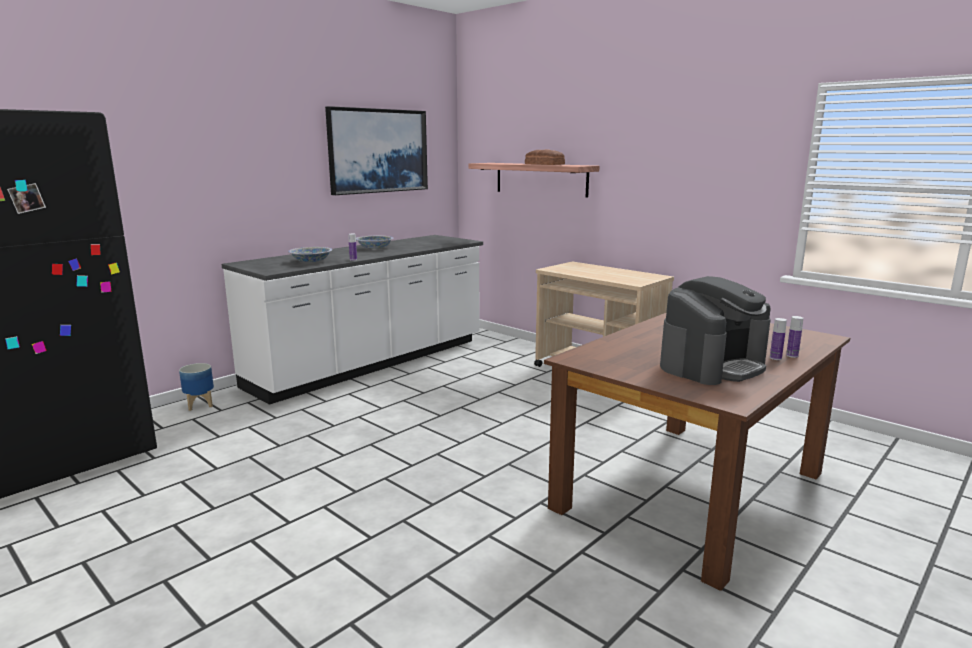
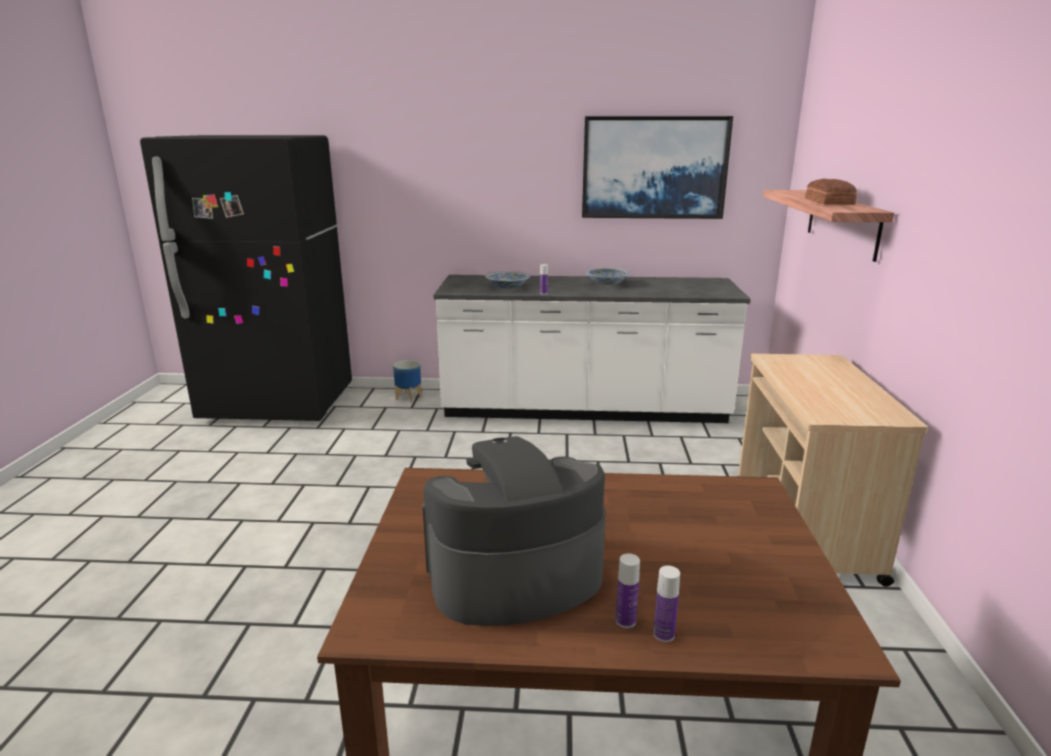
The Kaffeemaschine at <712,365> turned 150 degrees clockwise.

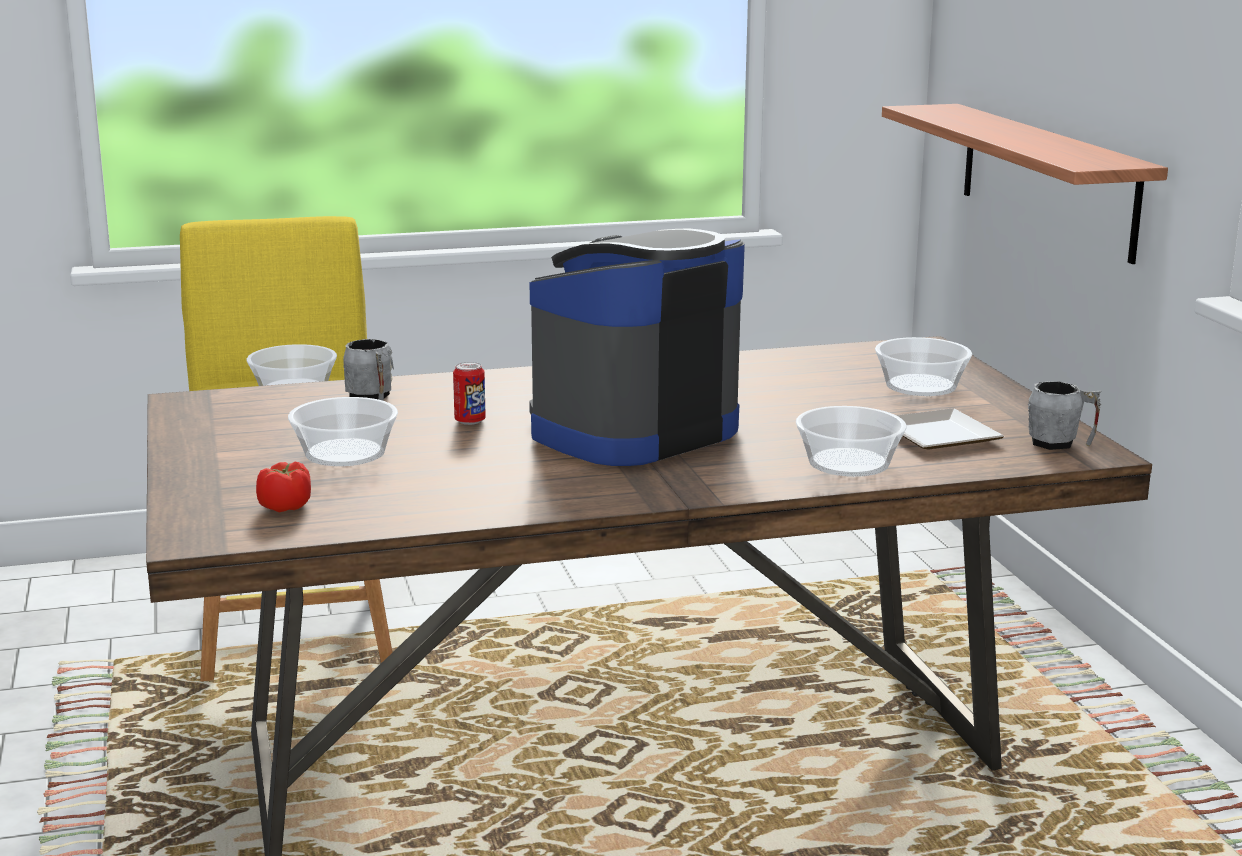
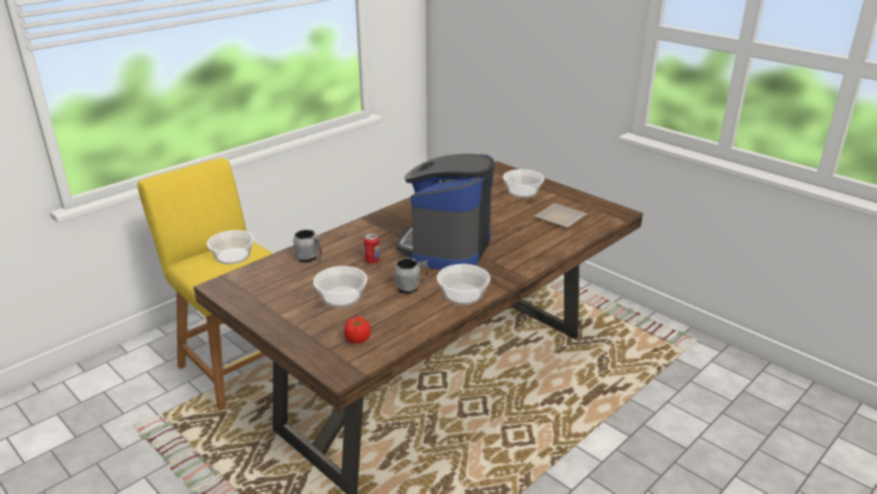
The Schüssel moved from <849,463> to <463,295>. The Wandregal at <1047,179> disappeared. The Henkelbecher [grau] moved from <1060,443> to <411,287>.

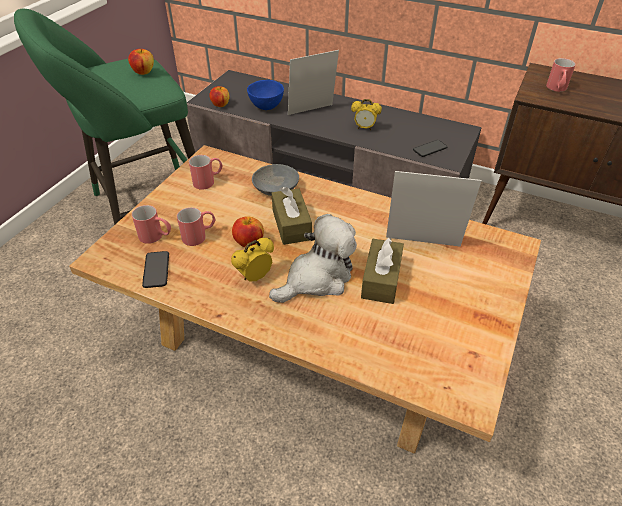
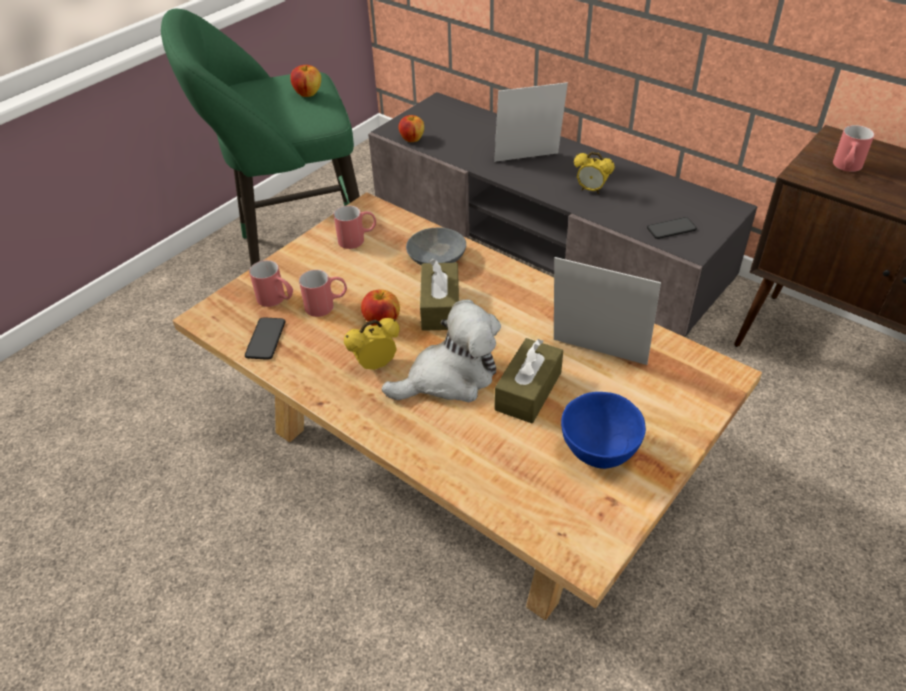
The Schüssel [blau] moved from <266,106> to <599,450>.

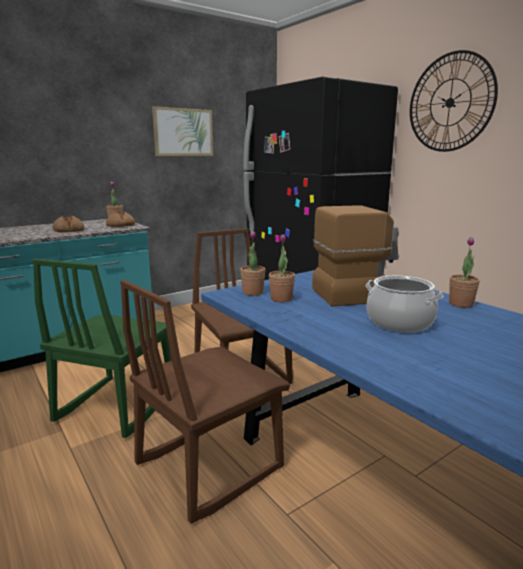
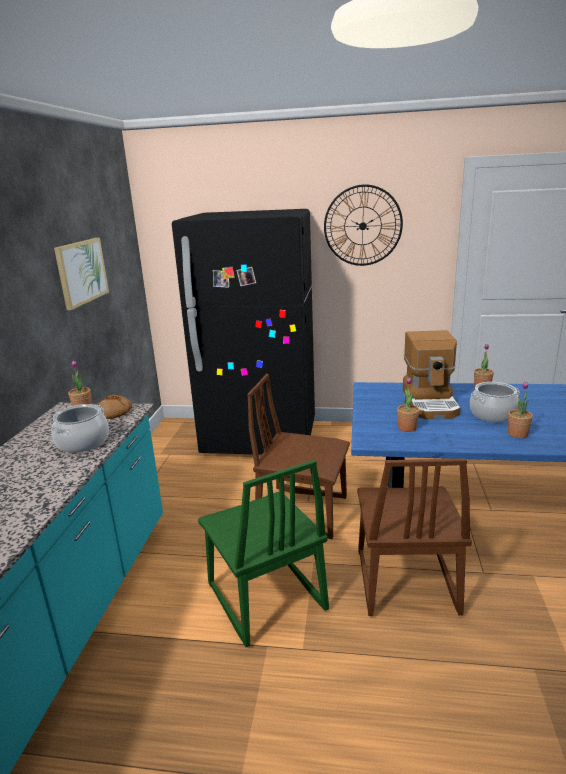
The Brot at <69,230> was replaced by the Kochtopf at <83,442>. The Topfpflanze moved from <253,292> to <517,434>. The Kaffeemaschine at <363,294> turned 150 degrees clockwise.

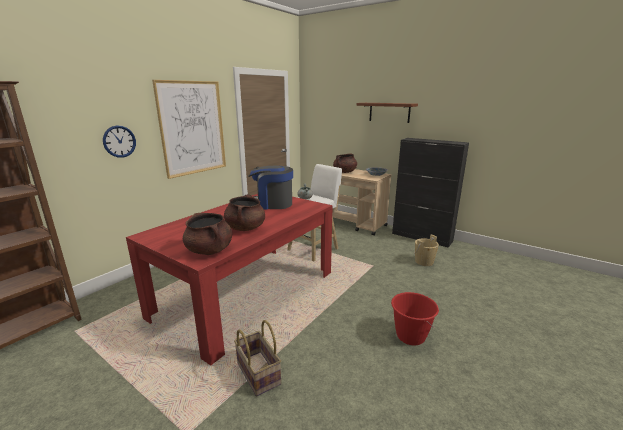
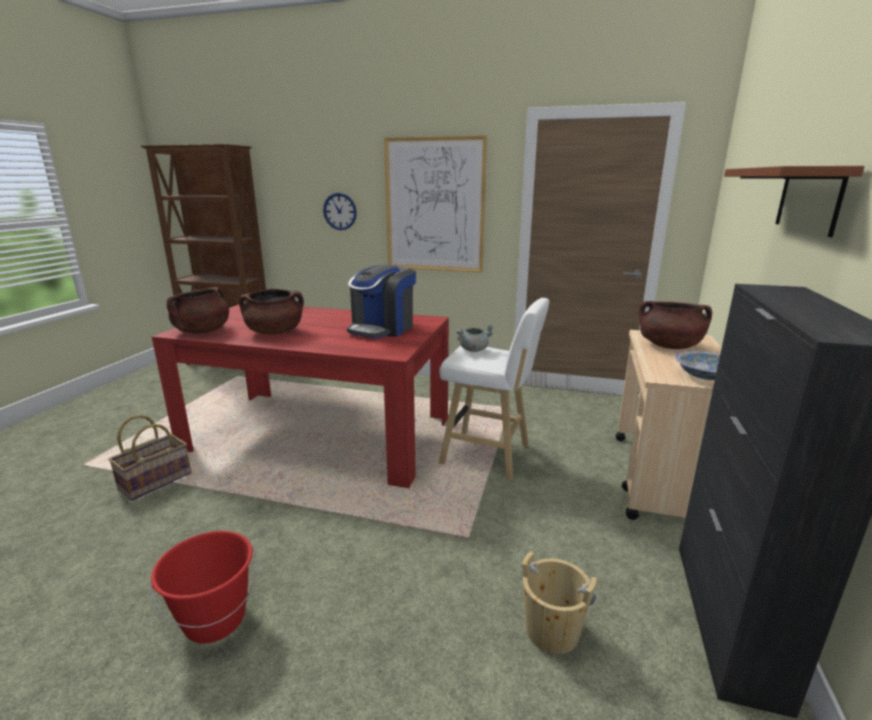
The Kaffeemaschine at <272,204> turned 135 degrees counterclockwise.

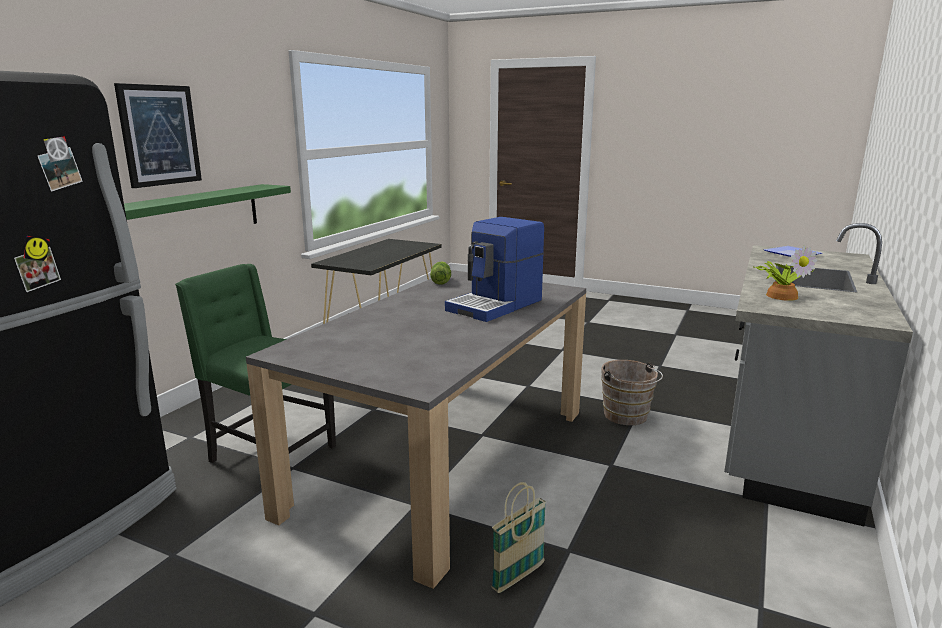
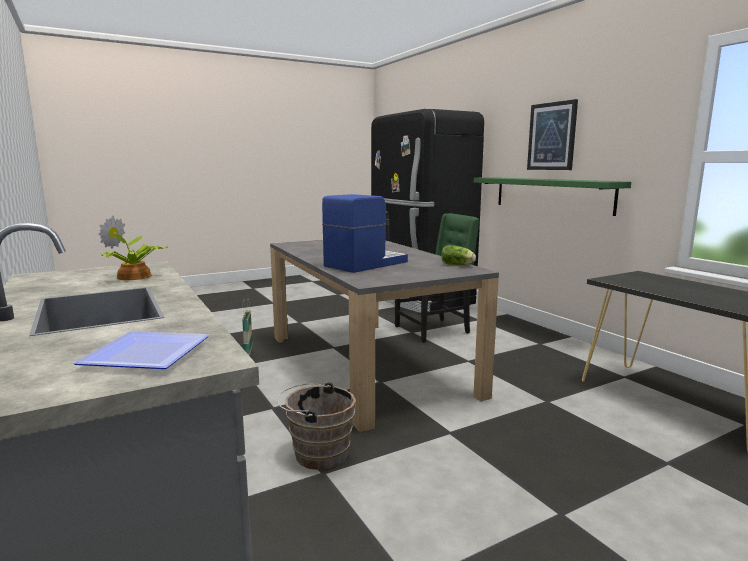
The Kaffeemaschine at <496,305> turned 60 degrees clockwise.

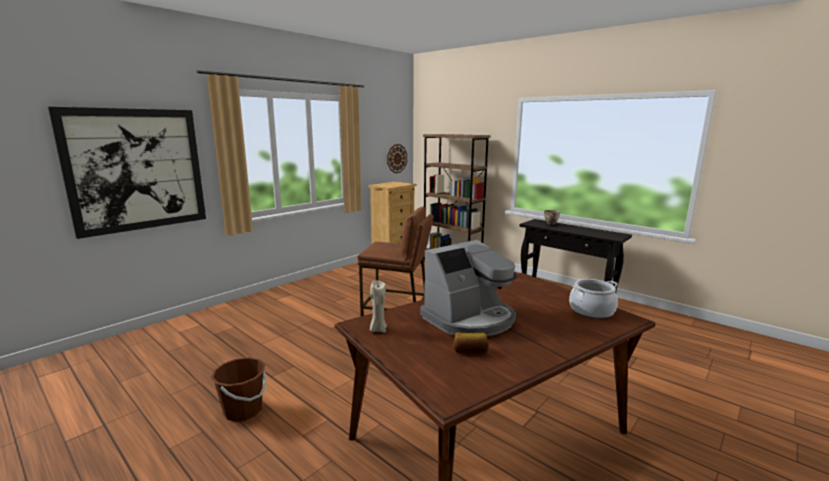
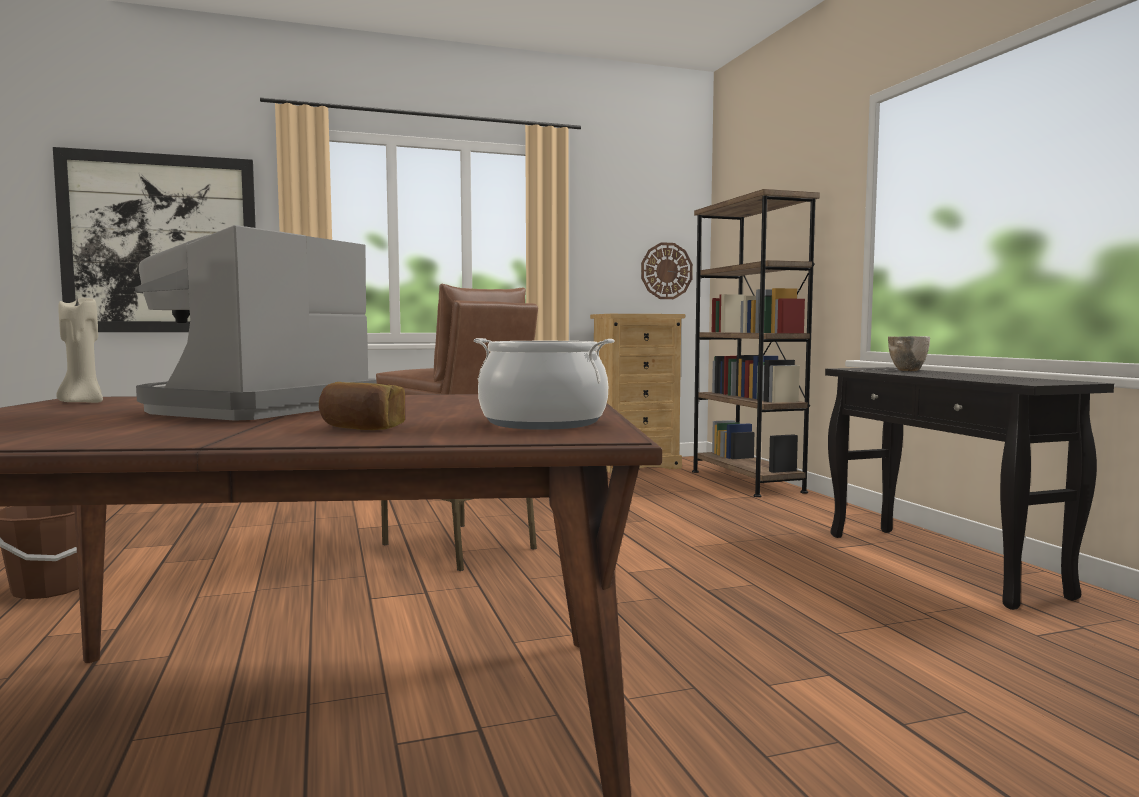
The Kaffeemaschine at <470,319> turned 120 degrees clockwise. The Brot moved from <470,351> to <360,428>.

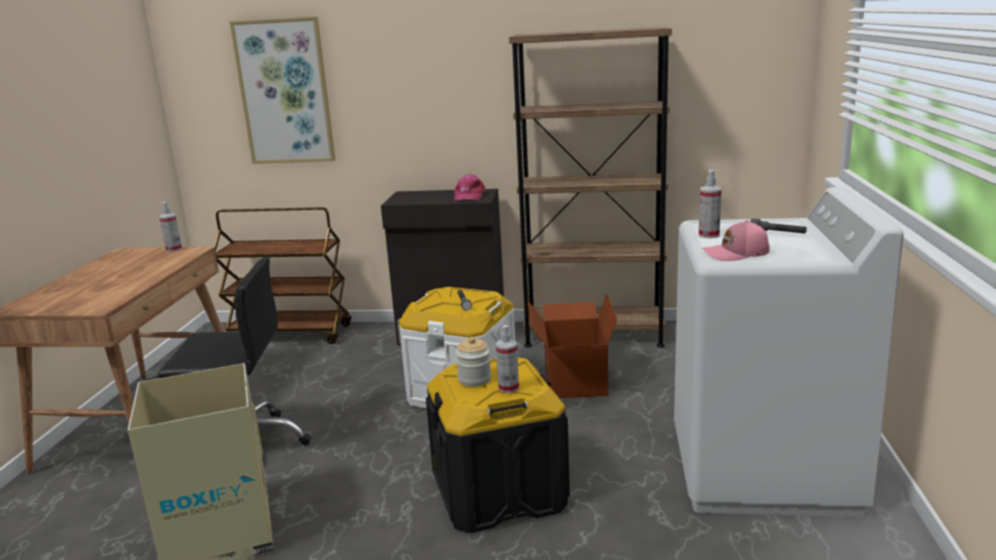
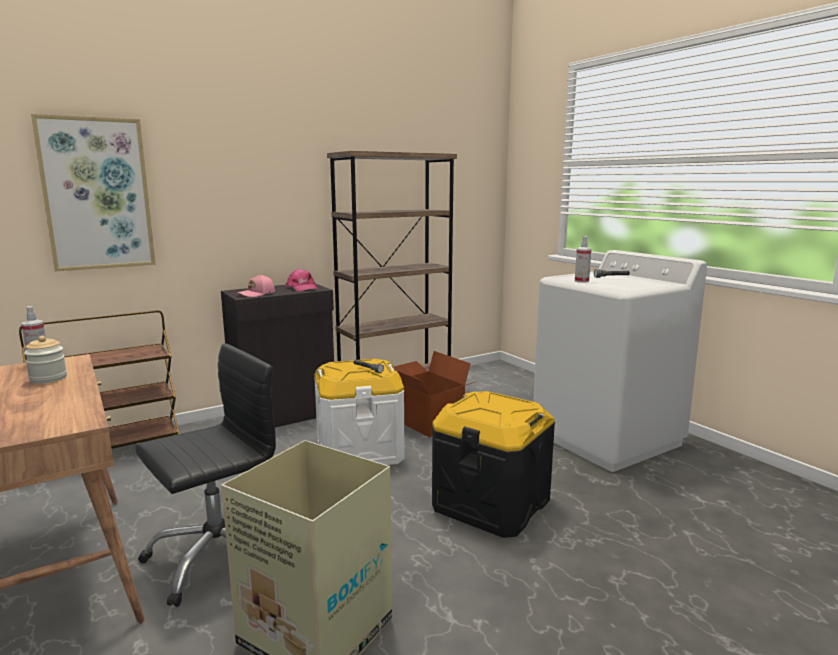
The Vorratsglas moved from <474,379> to <48,378>. The Sprühflasche at <508,388> disappeared. The Kappe [rosa] moved from <736,254> to <257,294>.

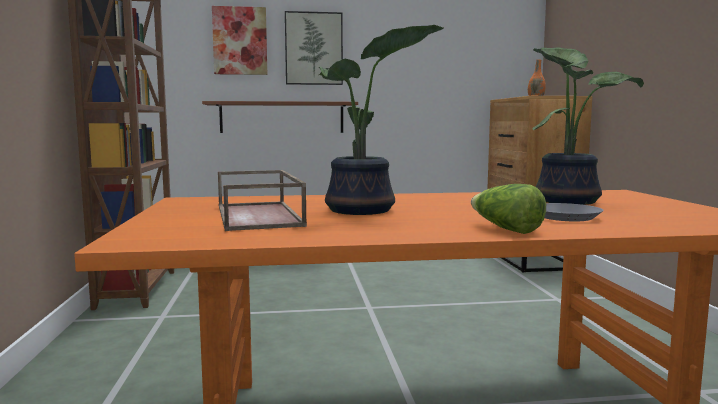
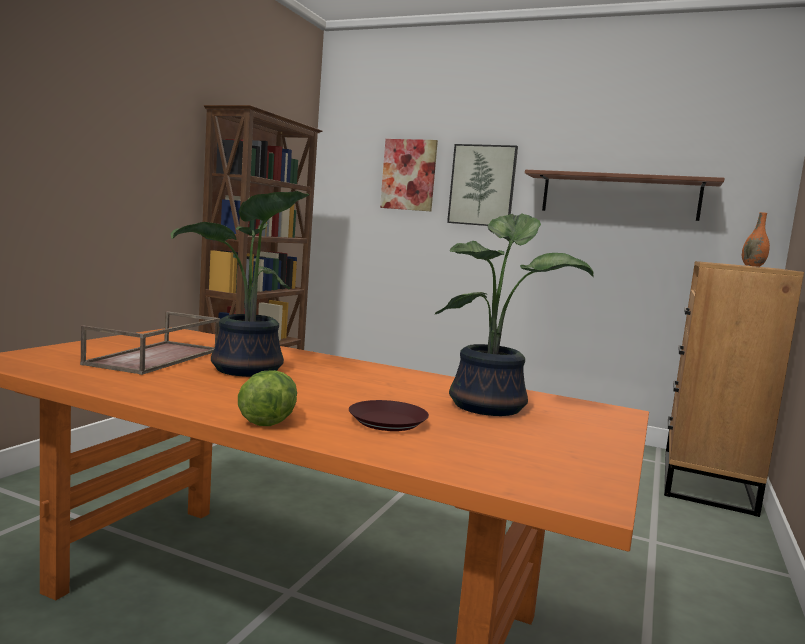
The Wandregal [braun] moved from <282,117> to <619,196>. The Teller [grau] at <565,217> became the Teller [braun] at <388,421>.

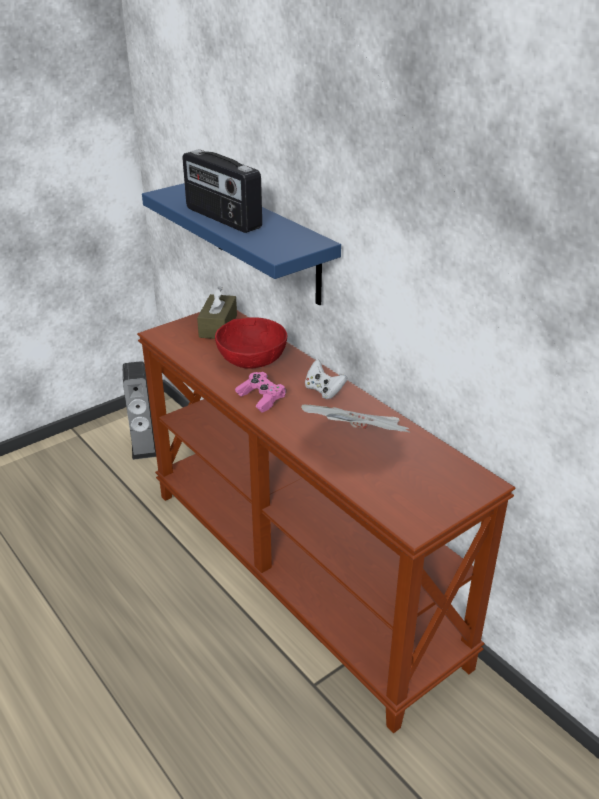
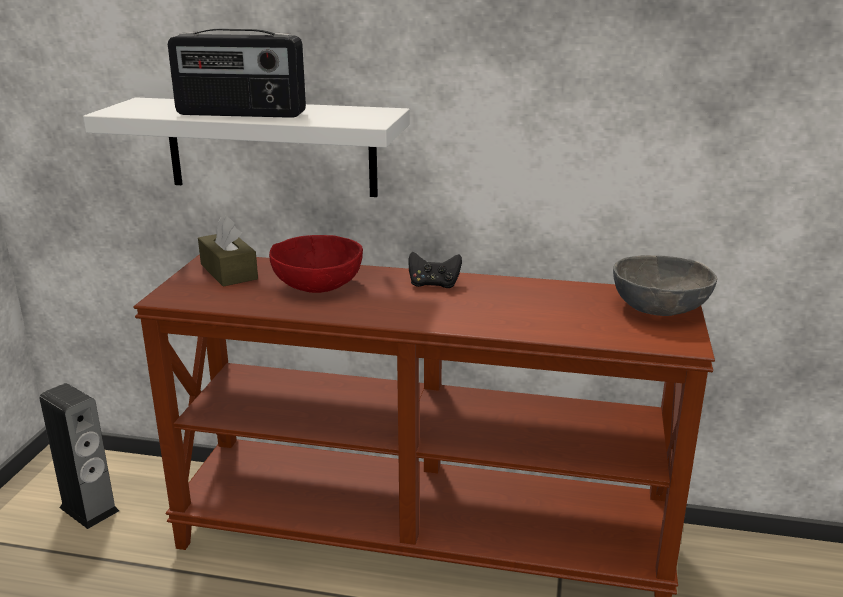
The Wandregal [blau] at <266,242> became the Wandregal [weiß] at <271,147>. The Gamepad [rosa] at <261,398> disappeared. The Zeitung at <359,442> disappeared. The Gamepad [weiß] at <323,391> became the Gamepad [schwarz] at <434,284>. The Schüssel [grau] at <659,308> appeared.

